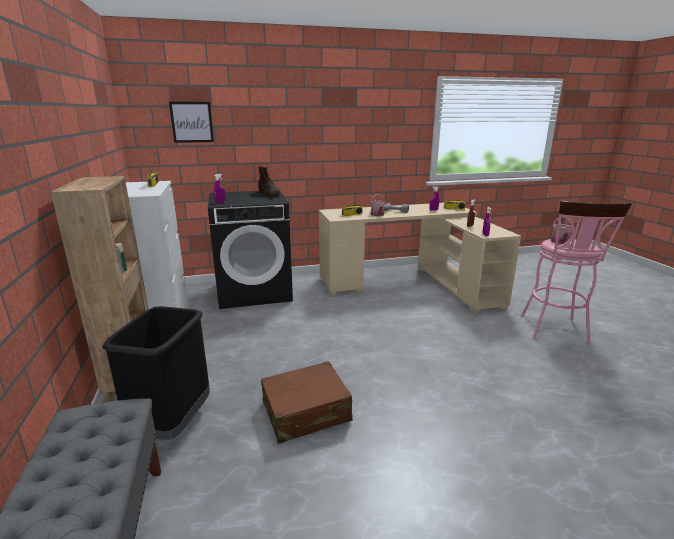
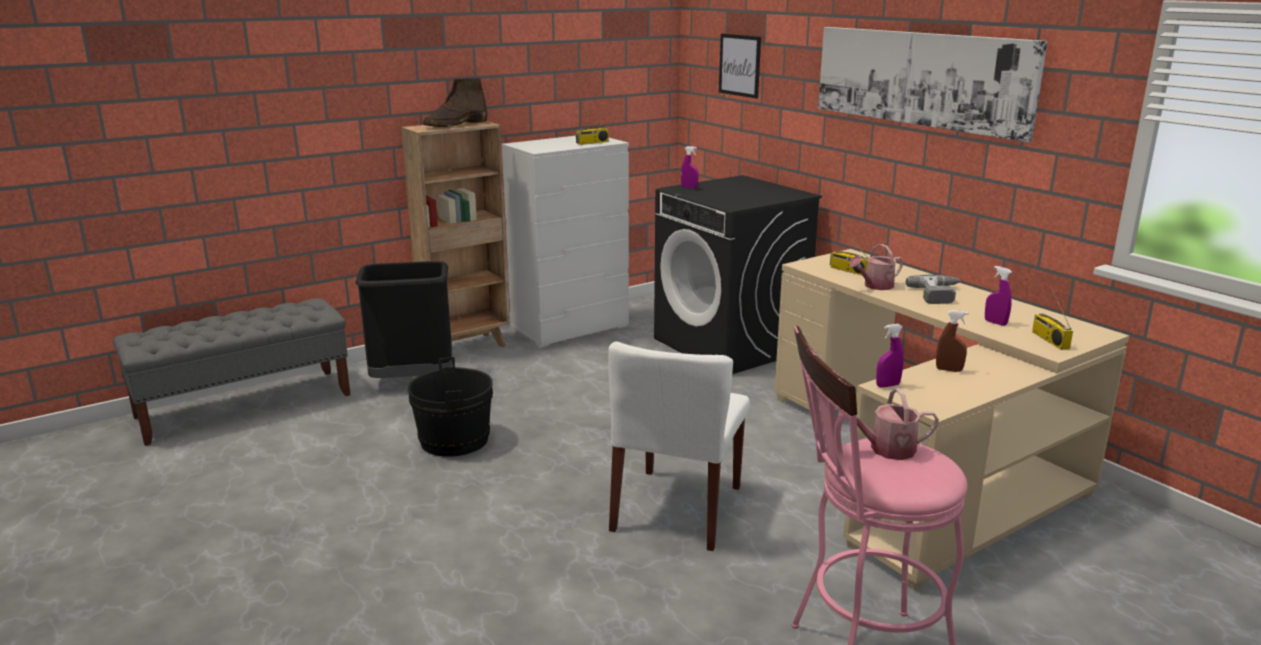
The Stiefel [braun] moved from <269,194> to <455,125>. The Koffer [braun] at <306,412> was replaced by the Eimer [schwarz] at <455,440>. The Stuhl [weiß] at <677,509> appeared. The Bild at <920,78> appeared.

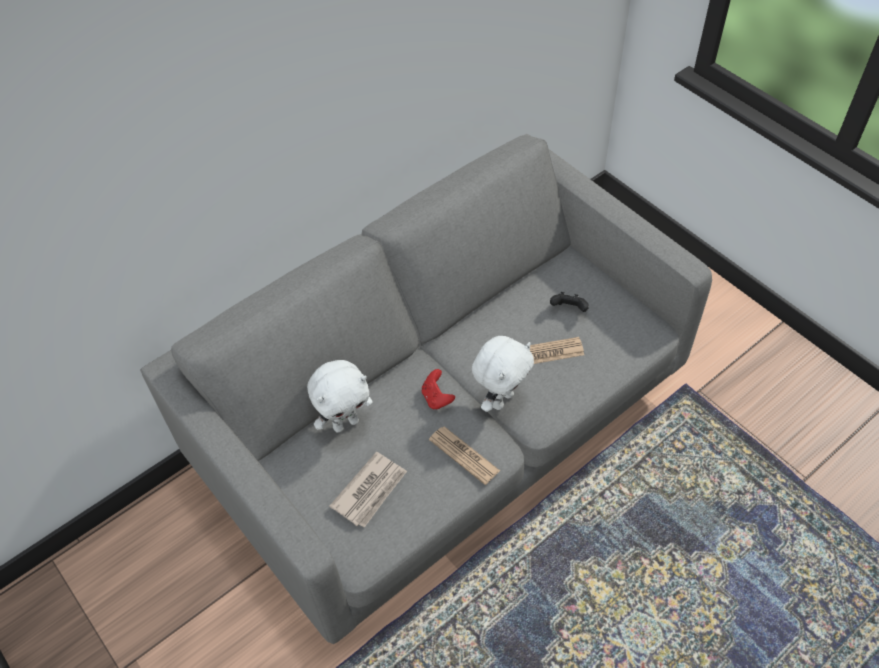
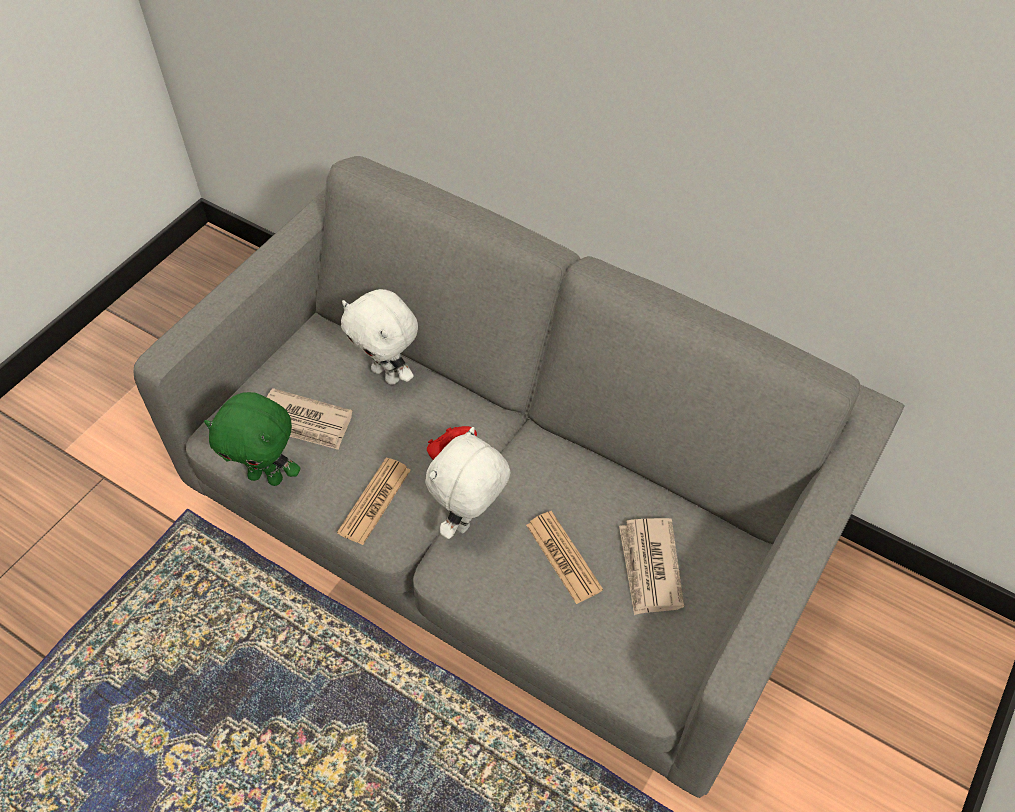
The Plüschtier [weiß] at <501,399> turned 105 degrees clockwise. The Gamepad [schwarz] at <569,309> was replaced by the Zeitung at <649,568>. The Plüschtier [grün] at <267,476> appeared.

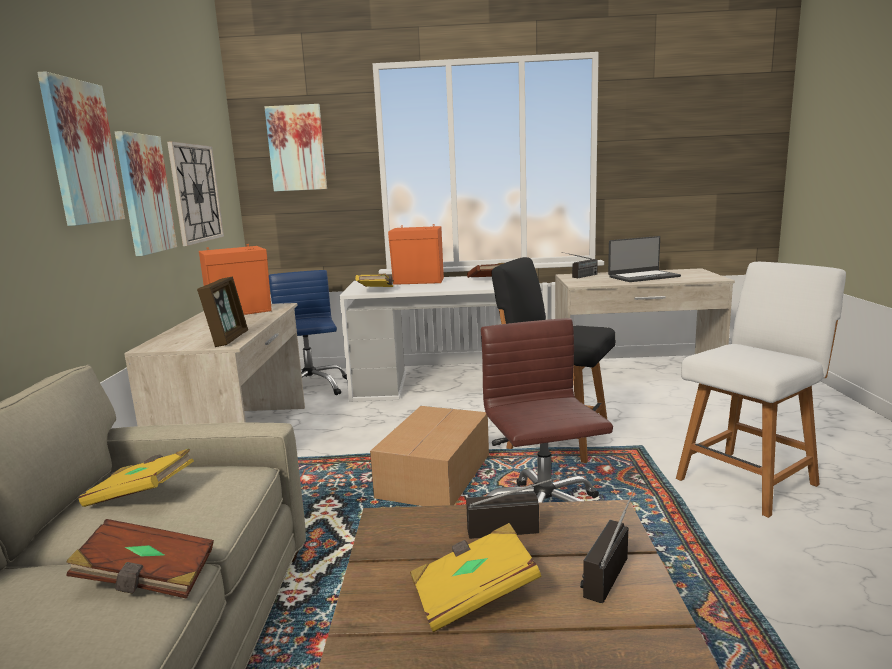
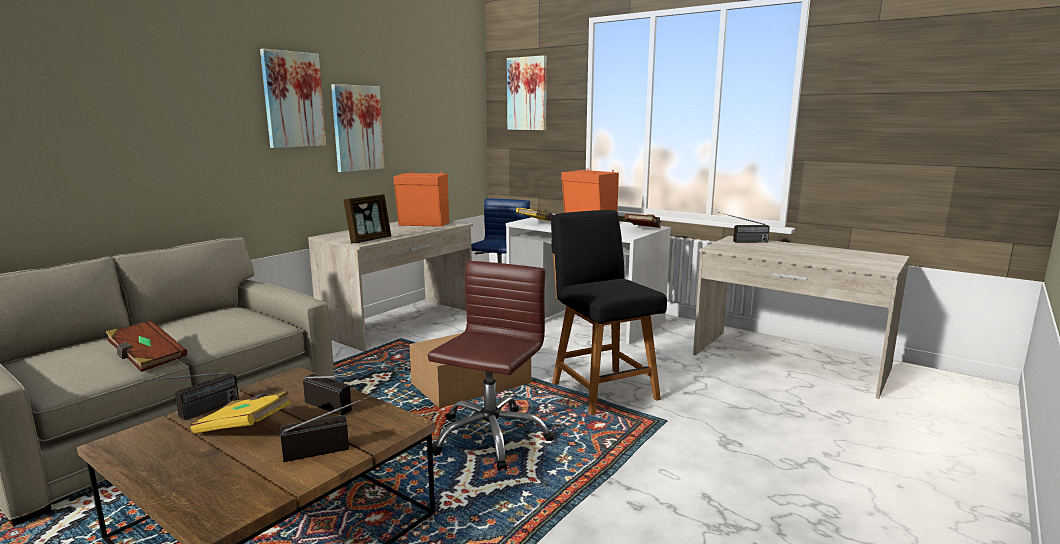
The Buch [gelb] at <142,495> disappeared. The Wanduhr at <196,193> disappeared. The Laptop at <643,277> disappeared. The Stuhl [weiß] at <749,480> disappeared. The Radio at <195,414> appeared.

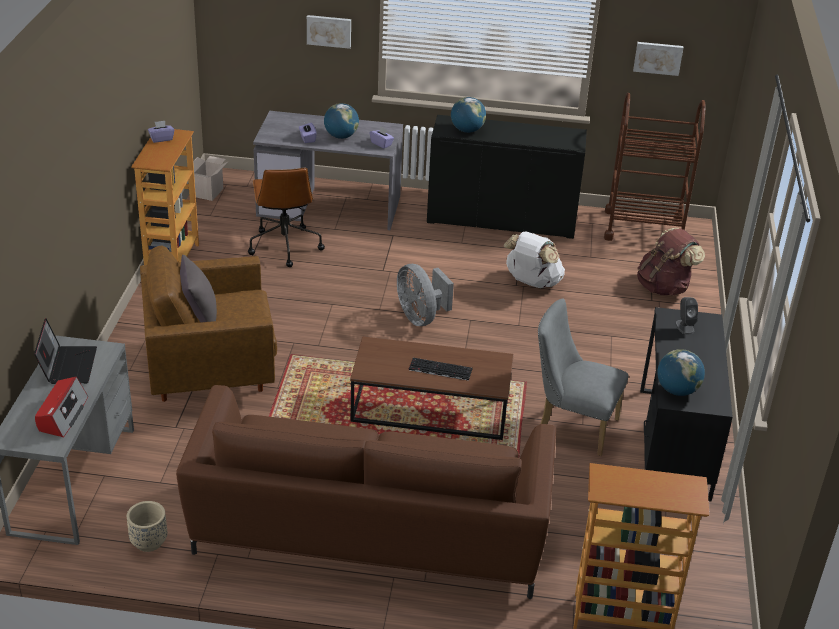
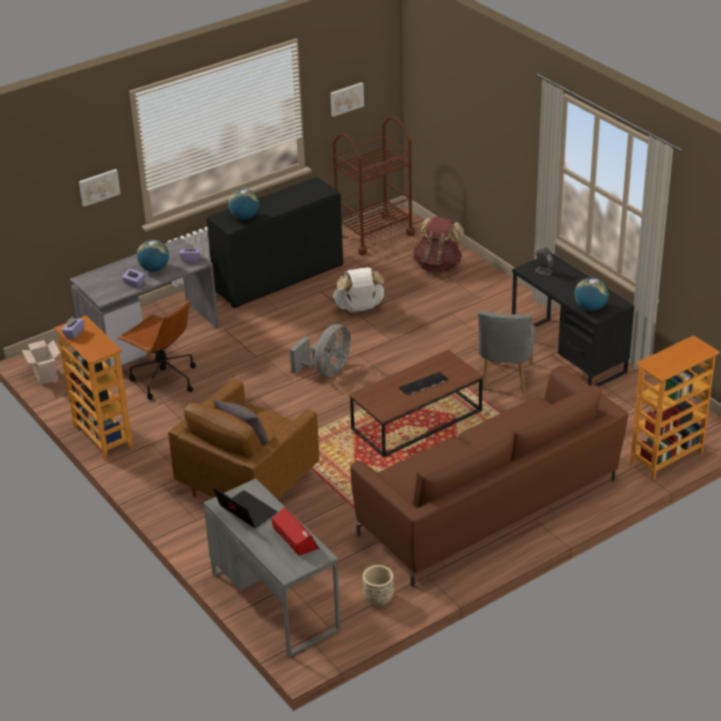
The Ventilator [grau] at <421,317> turned 75 degrees counterclockwise. The Stuhl [grau] at <571,425> turned 60 degrees counterclockwise.

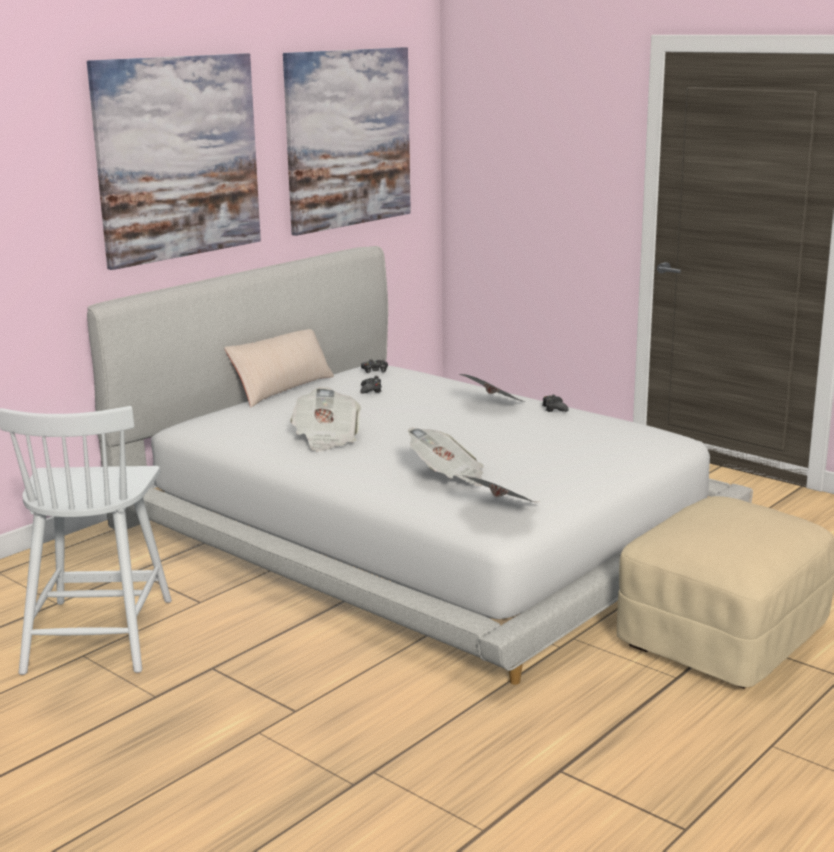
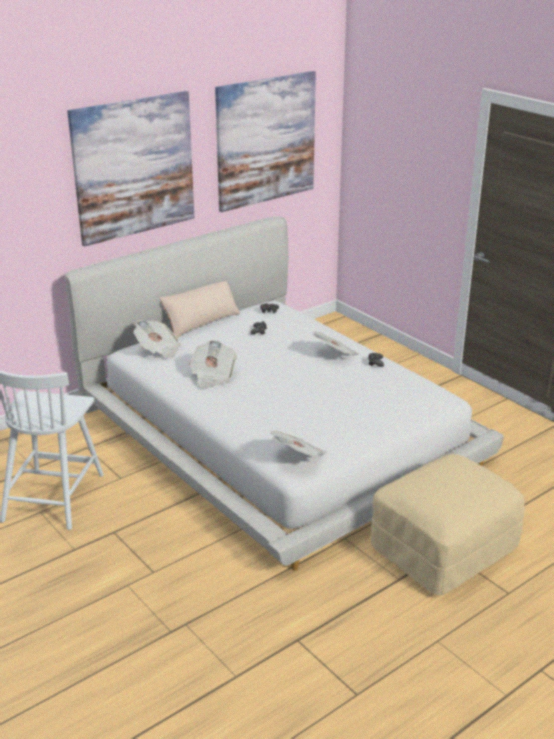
The Zeitung moved from <448,477> to <158,350>.

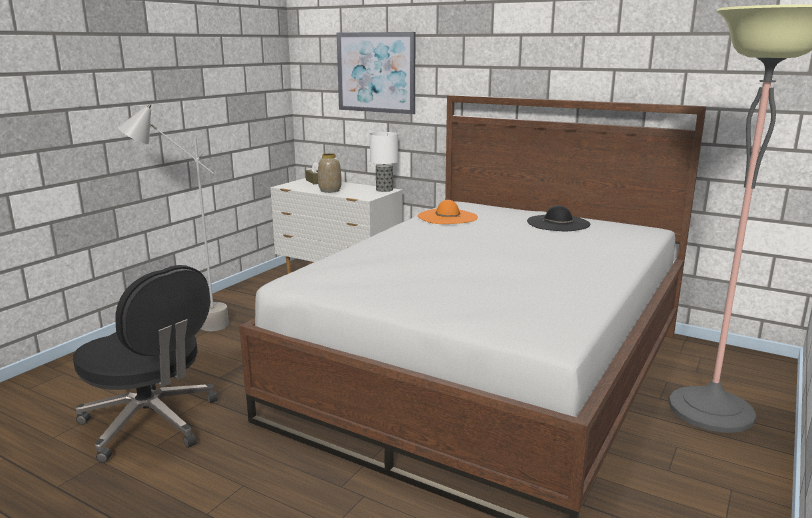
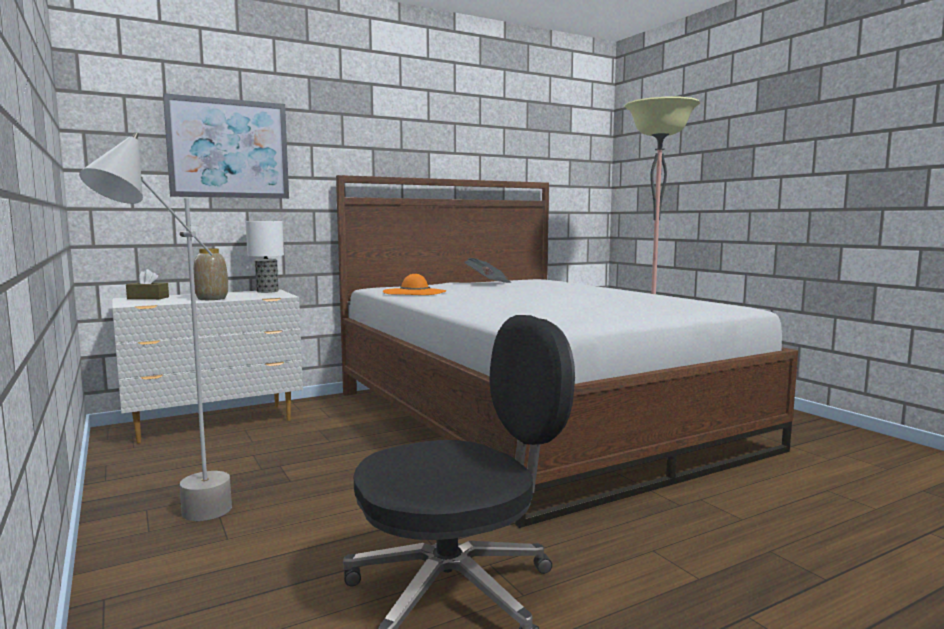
The Hut [schwarz] at <558,223> was replaced by the Zeitung at <488,284>.

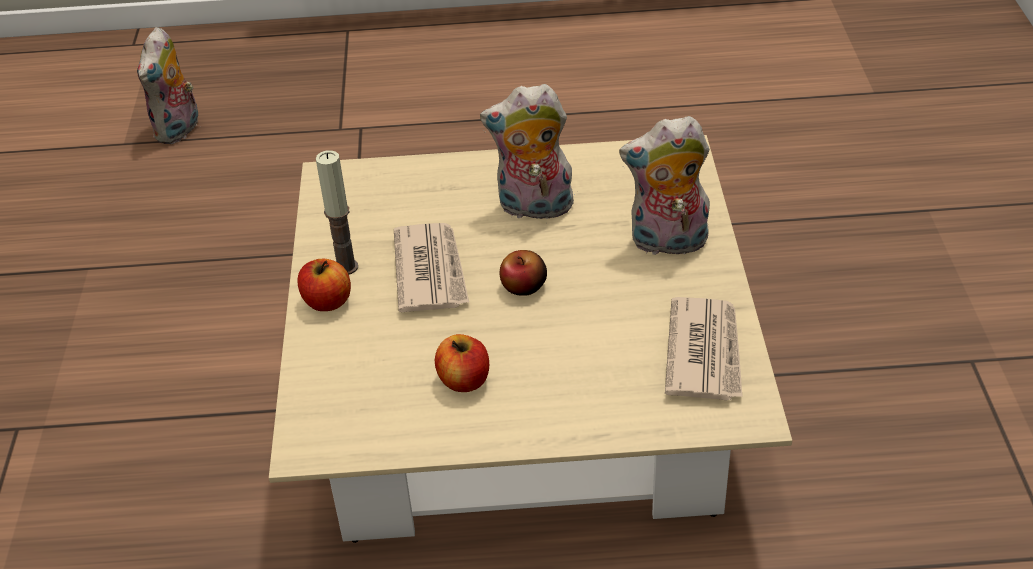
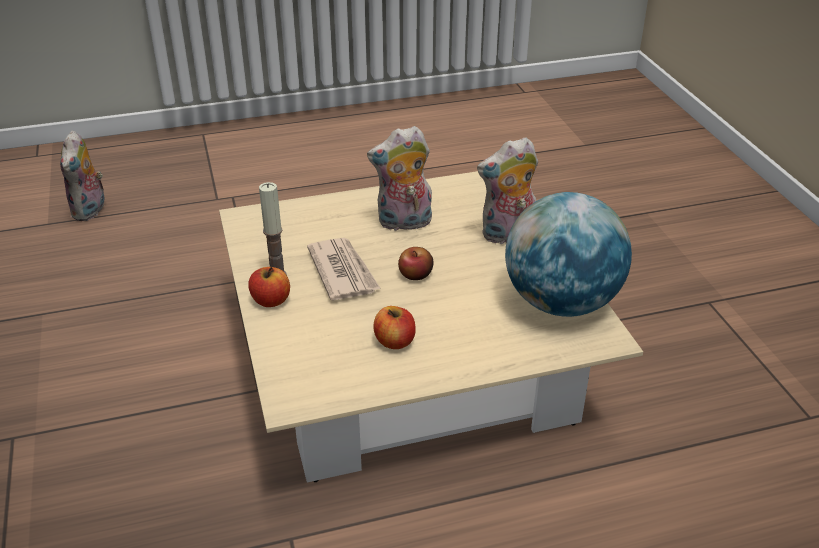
The Zeitung at <705,352> was replaced by the Globus at <561,302>.

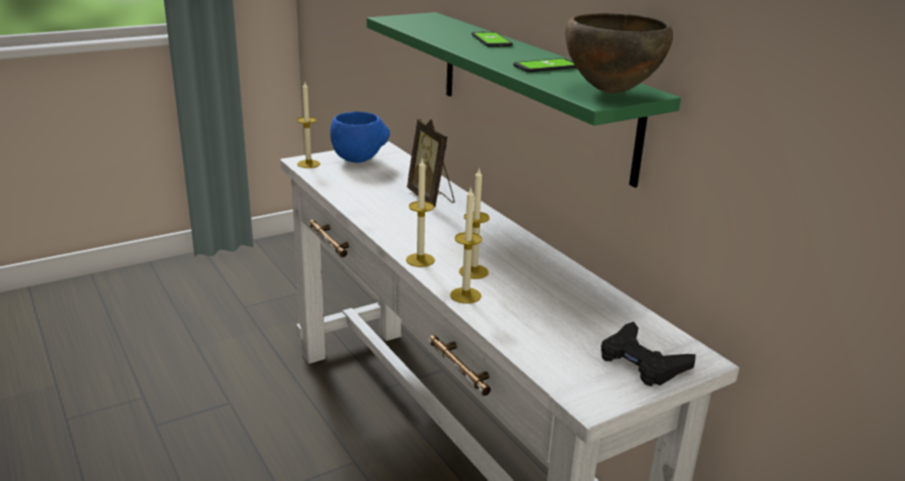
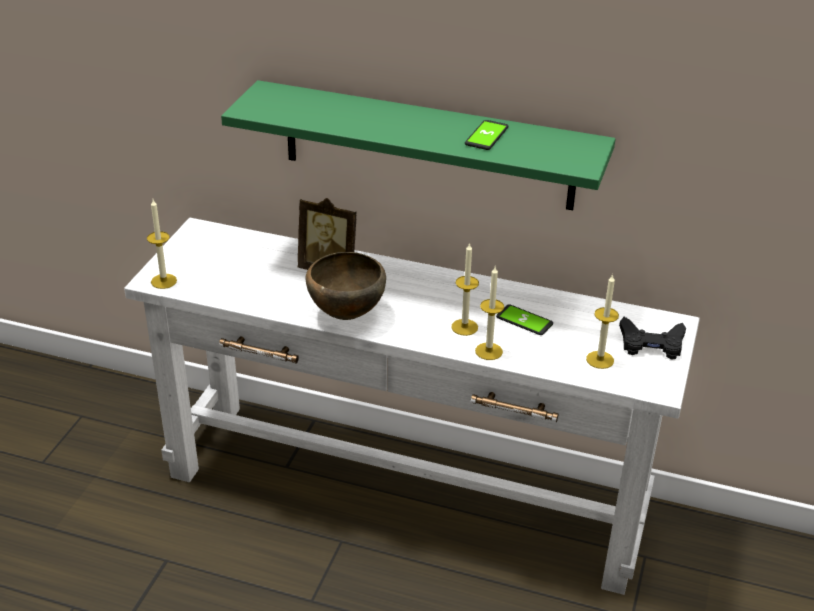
The Schüssel [blau] at <358,160> disappeared. The Kerze moved from <420,260> to <600,360>. The Handy moved from <491,40> to <524,321>. The Schüssel [braun] moved from <610,92> to <345,315>.

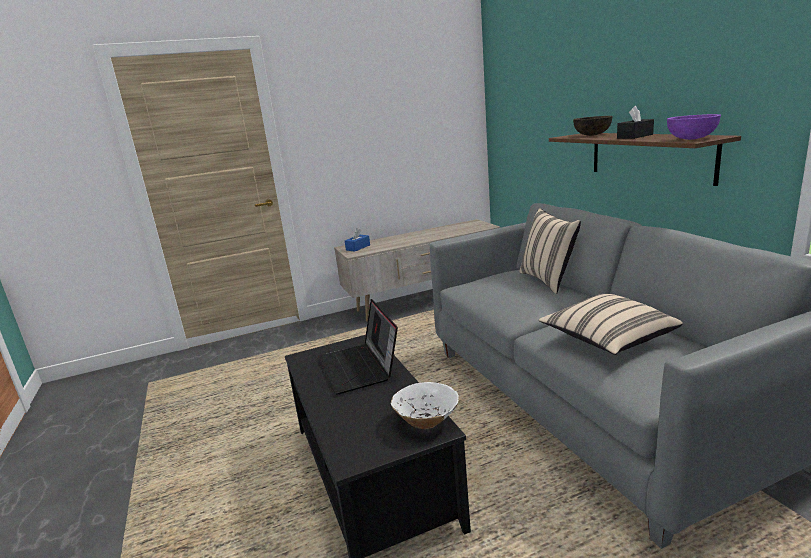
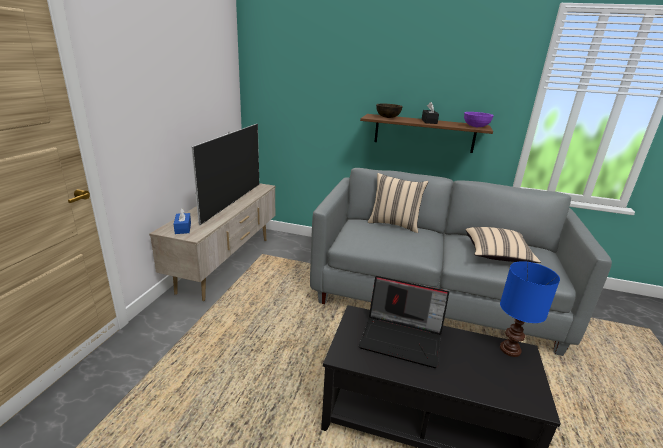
The Schüssel [weiß] at <426,421> was replaced by the Tischlampe [blau] at <510,350>. The Fernseher at <232,202> appeared.

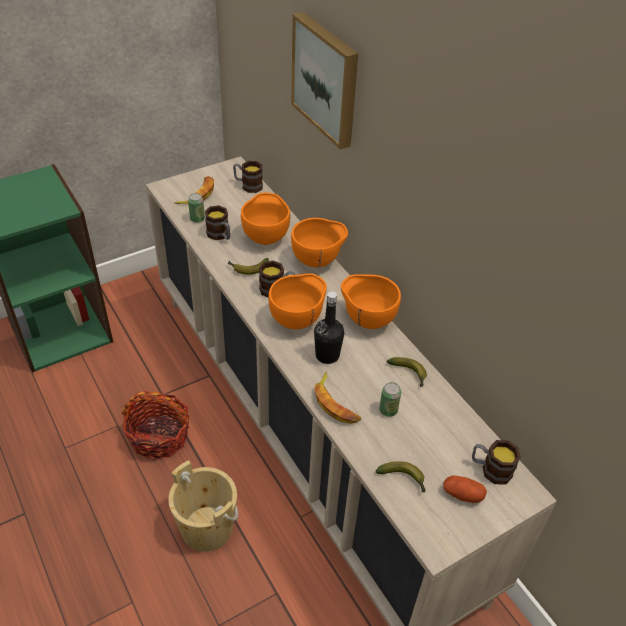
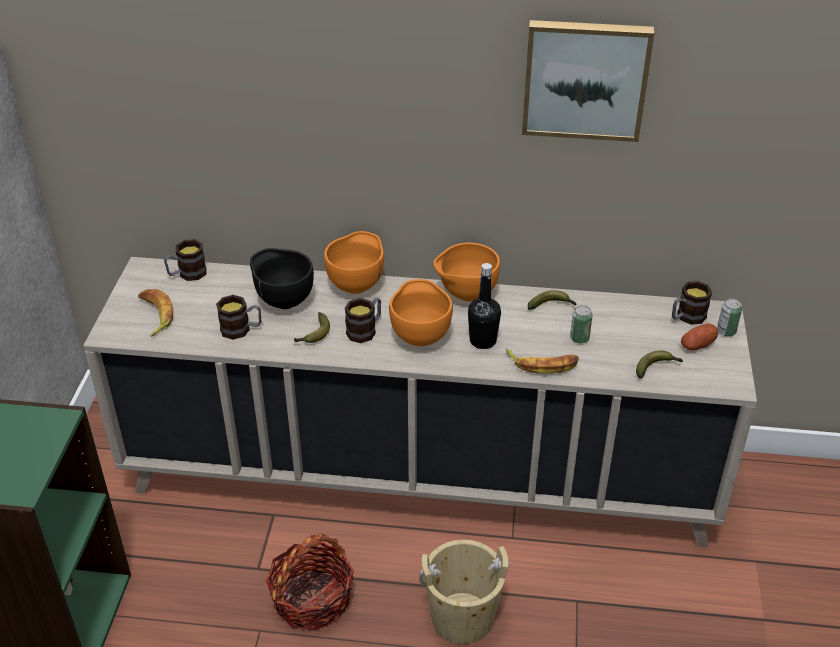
The Dose moved from <197,219> to <726,331>. The Schüssel [orange] at <266,238> became the Schüssel [schwarz] at <283,301>. The Bild moved from <327,79> to <585,79>.

